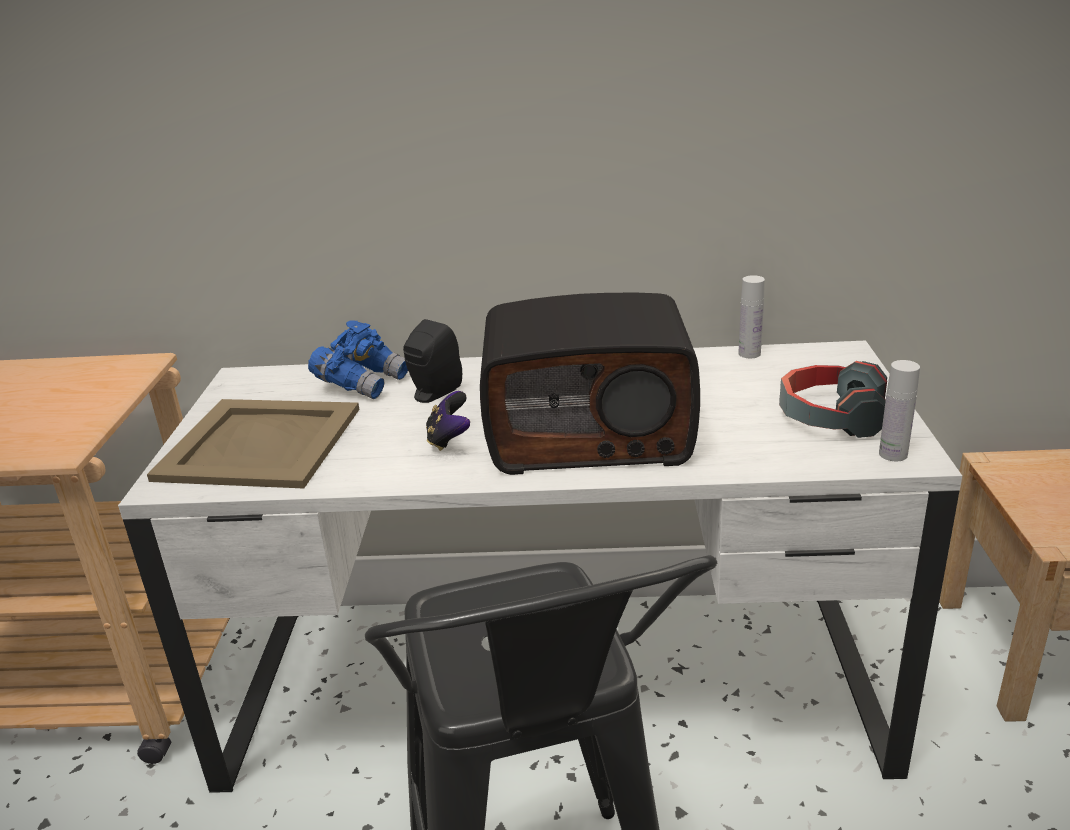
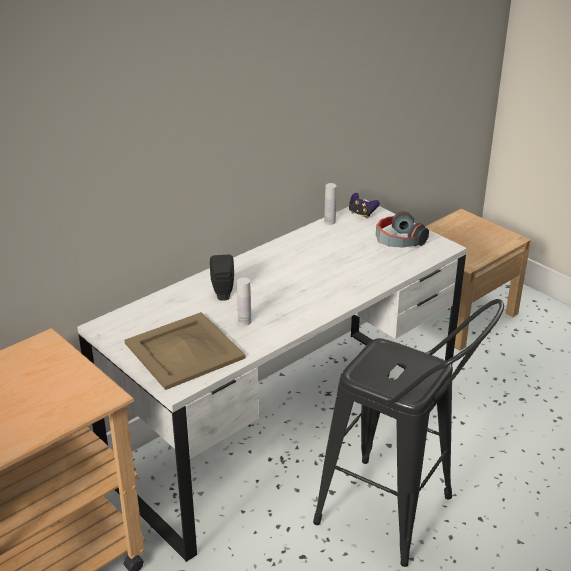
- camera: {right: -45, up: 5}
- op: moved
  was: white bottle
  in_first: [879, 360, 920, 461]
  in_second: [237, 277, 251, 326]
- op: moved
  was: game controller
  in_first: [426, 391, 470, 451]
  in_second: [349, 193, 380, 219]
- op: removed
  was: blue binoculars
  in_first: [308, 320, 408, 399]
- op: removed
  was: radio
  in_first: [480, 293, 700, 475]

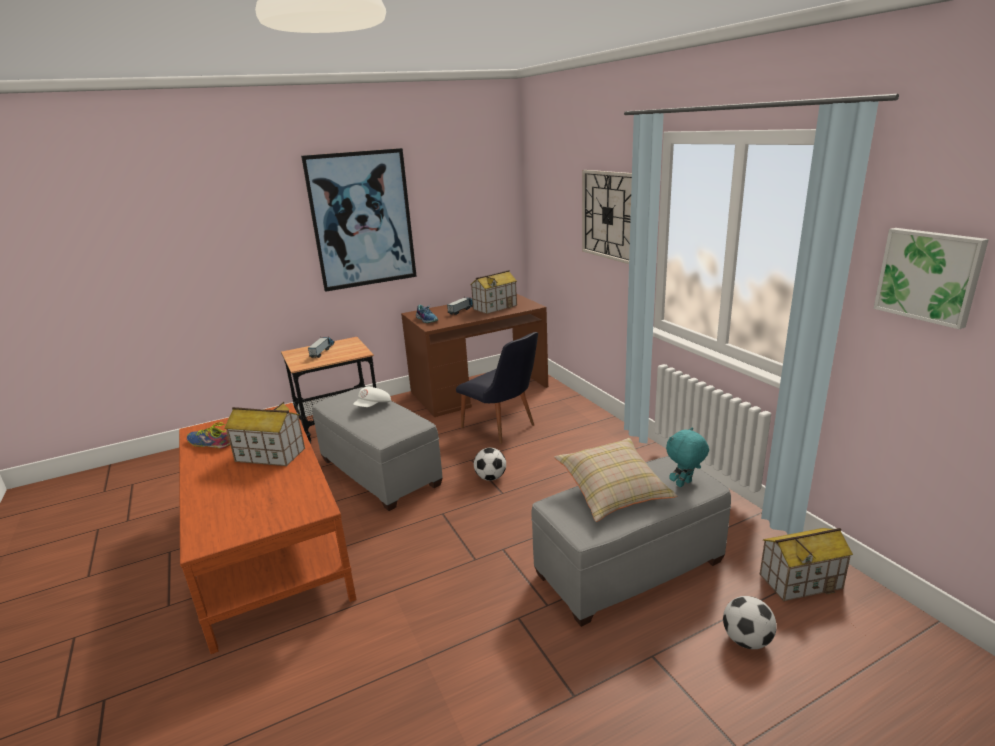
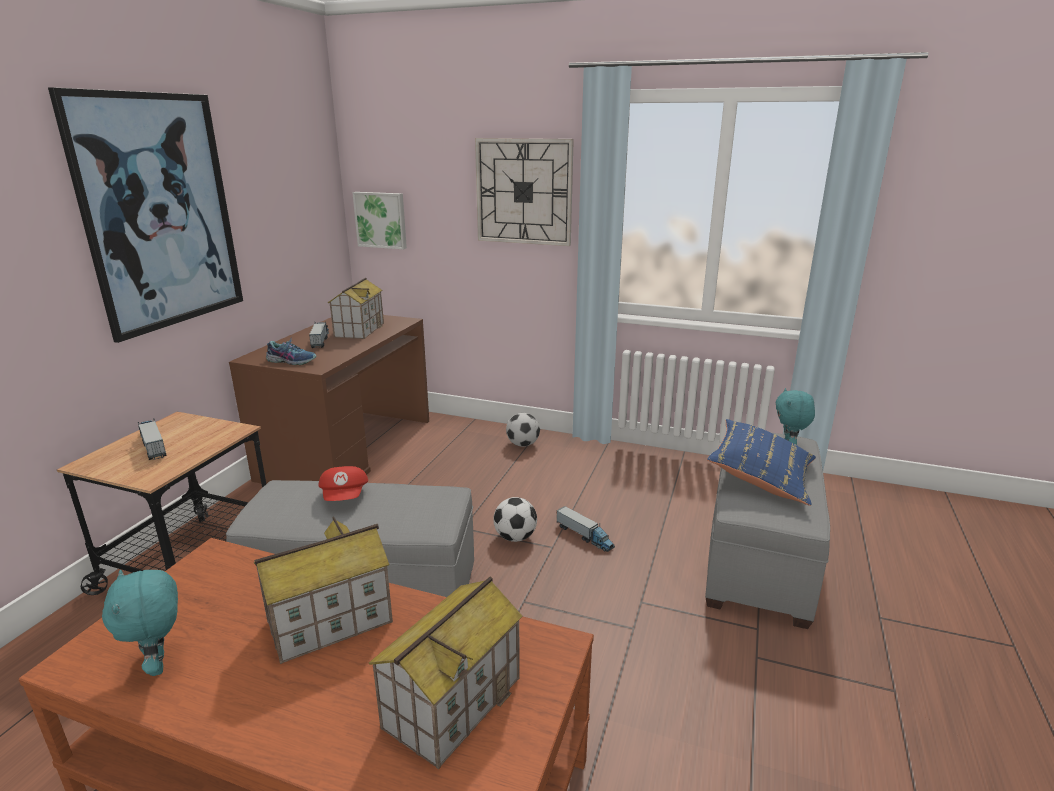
- camera: {right: -45, up: 0}
- op: replaced
  was: shoe
  now: turquoise plush toy
  in_first: [187, 422, 230, 449]
  in_second: [102, 570, 178, 676]
- op: recoloured
  was: white cap
  now: red cap
  in_first: [353, 387, 391, 407]
  in_second: [318, 466, 368, 501]
- op: moved
  was: picture
  in_first: [873, 228, 989, 329]
  in_second: [352, 192, 407, 250]
- op: moved
  was: toy house
  in_first: [760, 528, 853, 602]
  in_second: [369, 577, 522, 770]
- op: moved
  was: football
  in_first: [723, 596, 777, 649]
  in_second: [506, 413, 540, 447]
- op: added
  now: toy truck
  in_second: [557, 506, 615, 552]
- op: recoloured
  was: beige pillow
  now: blue pillow
  in_first: [554, 438, 677, 522]
  in_second: [707, 419, 816, 506]
- op: removed
  was: black chair
  in_first: [456, 332, 538, 444]

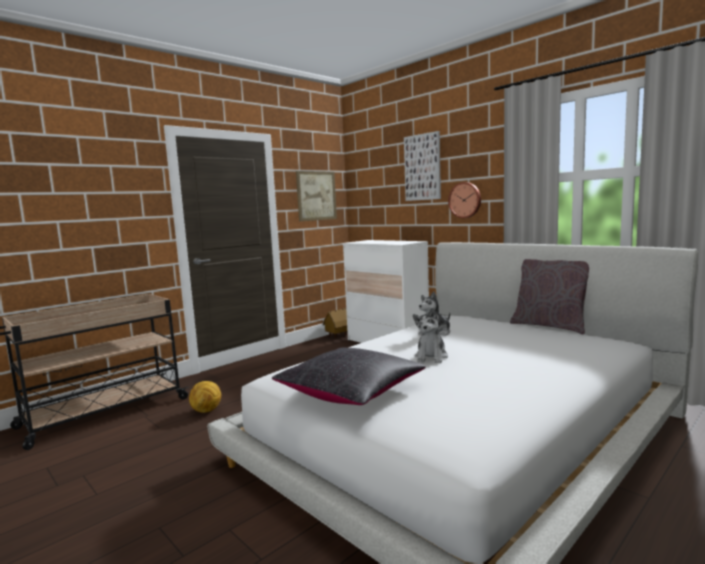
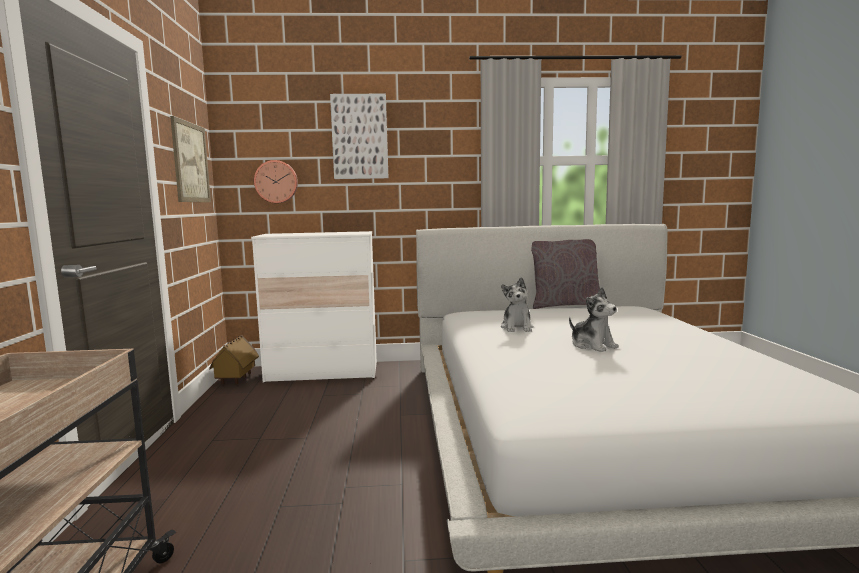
- camera: {right: -50, up: 0}
- op: moved
  was: wall clock
  in_first: [448, 182, 481, 218]
  in_second: [254, 160, 298, 203]
- op: removed
  was: football
  in_first: [189, 381, 221, 413]
- op: removed
  was: black pillow
  in_first: [272, 347, 426, 405]

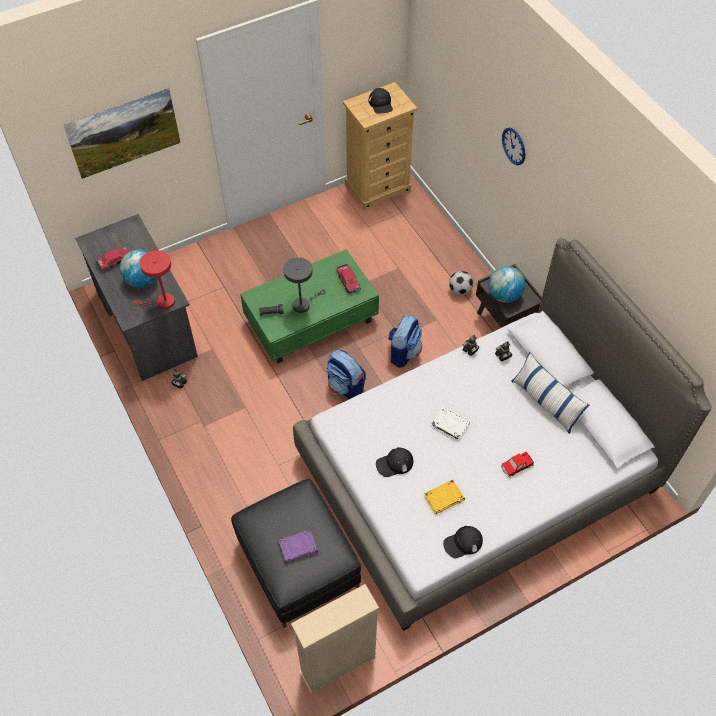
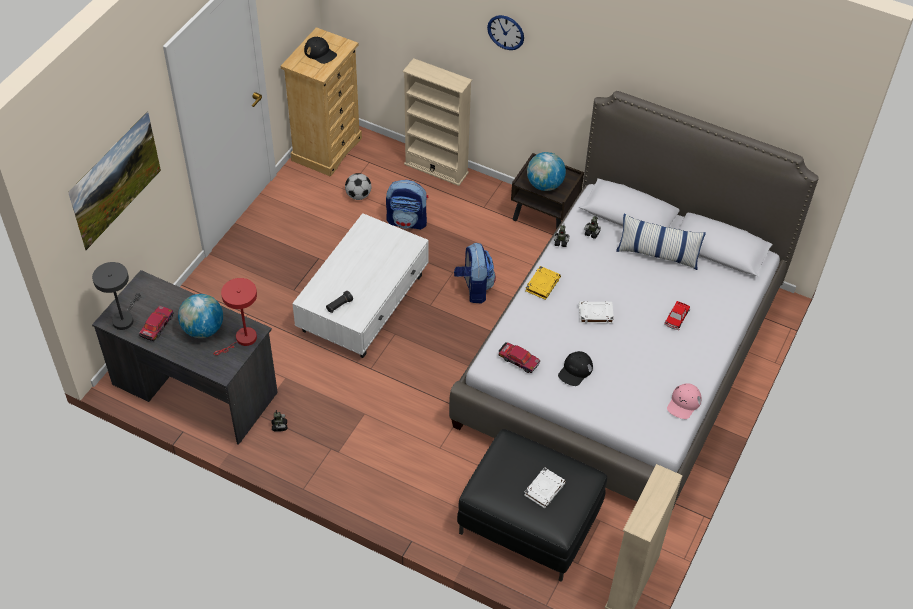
- camera: {right: -35, up: -5}
- op: moved
  was: grey table lamp
  in_first: [284, 257, 326, 313]
  in_second: [92, 262, 141, 330]
- op: recoloured
  was: green coffee table
  now: white coffee table
  in_first: [240, 249, 379, 363]
  in_second: [292, 213, 428, 358]
- op: moved
  was: football
  in_first: [449, 271, 473, 295]
  in_second: [345, 173, 371, 200]
- op: moved
  was: backpack
  in_first: [327, 350, 366, 399]
  in_second: [386, 180, 428, 230]
- op: added
  now: beige bookcase
  in_second: [403, 58, 472, 186]
- op: moved
  was: toy car
  in_first: [337, 264, 361, 293]
  in_second: [499, 342, 540, 373]
- op: recoloured
  was: purple book
  now: white book
  in_first: [279, 530, 318, 563]
  in_second: [524, 467, 566, 508]
- op: moved
  was: yellow book
  in_first: [424, 480, 465, 514]
  in_second: [525, 266, 561, 300]
- op: recoloured
  was: black cap
  now: pink cap
  in_first: [443, 526, 483, 558]
  in_second: [667, 383, 702, 419]

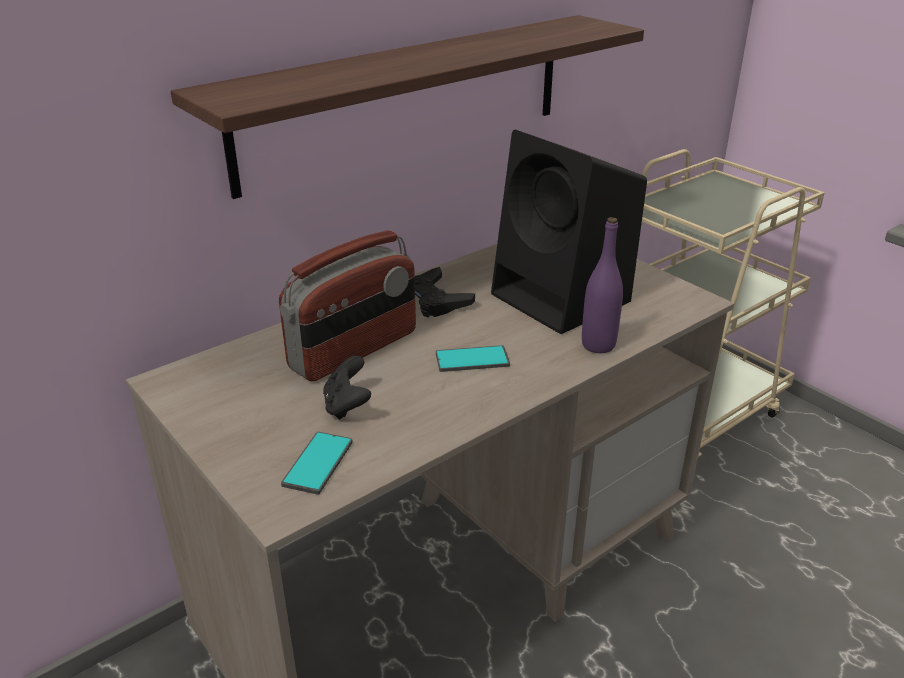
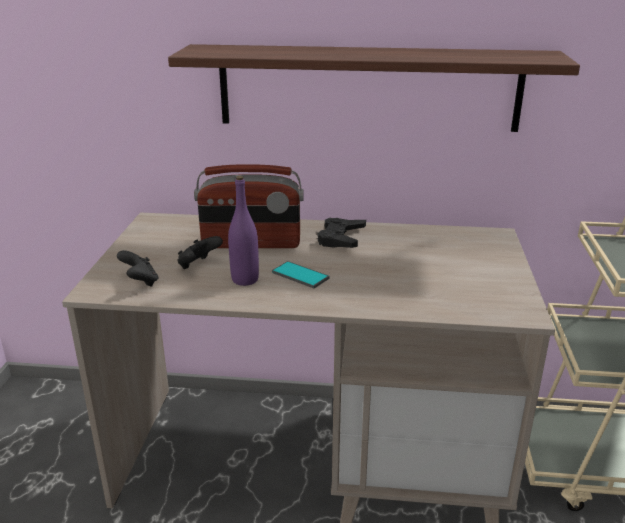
- camera: {right: 45, up: -5}
- op: replaced
  was: phone
  now: black game controller
  in_first: [281, 432, 353, 495]
  in_second: [117, 250, 158, 287]
- op: moved
  was: purple bottle
  in_first: [582, 217, 623, 353]
  in_second: [228, 176, 259, 286]
- op: removed
  was: black speaker
  in_first: [491, 130, 647, 334]

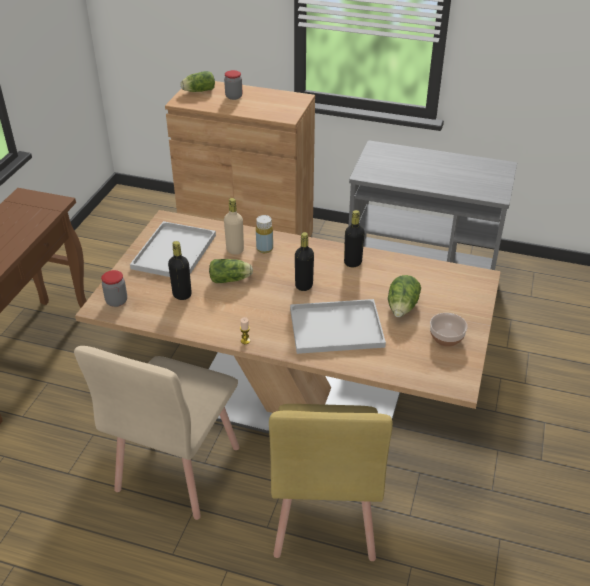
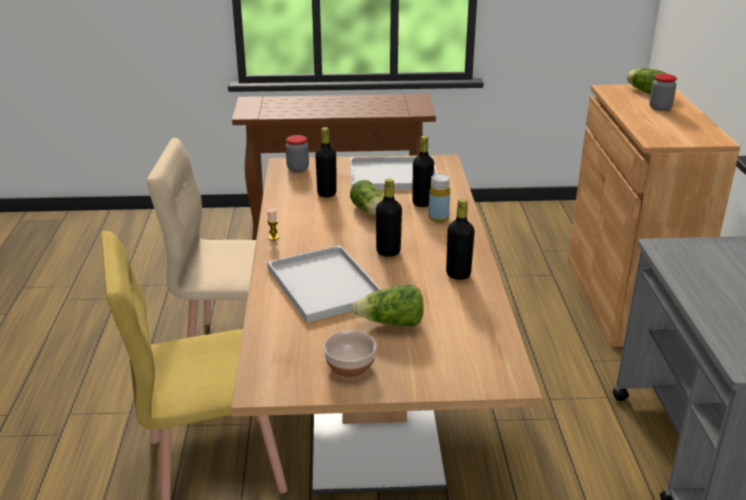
- camera: {right: 70, up: -10}
- op: recoloured
  was: beige bottle
  now: black bottle
  in_first: [224, 198, 244, 255]
  in_second: [412, 136, 434, 207]

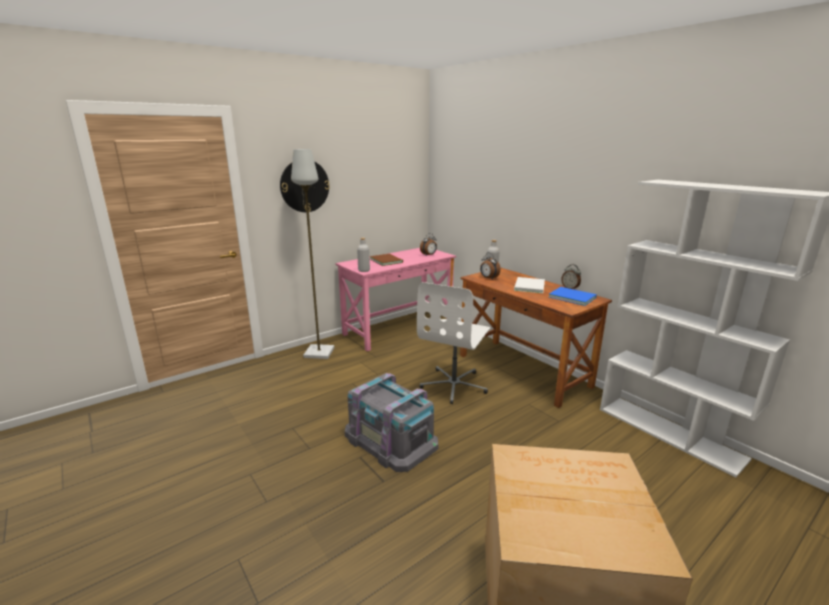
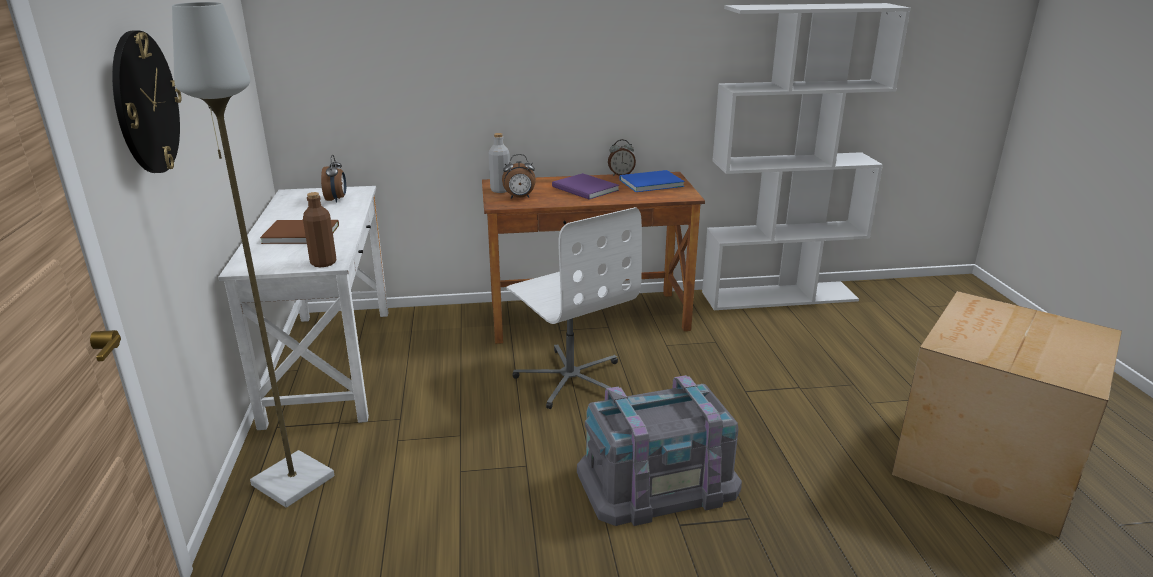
- camera: {right: -60, up: 5}
- op: recoloured
  was: pink desk
  now: white desk
  in_first: [335, 248, 456, 351]
  in_second: [218, 186, 388, 430]
- op: recoloured
  was: grey bottle
  now: brown bottle
  in_first: [357, 238, 370, 272]
  in_second: [303, 192, 336, 267]
- op: recoloured
  was: white book
  now: purple book
  in_first: [514, 277, 545, 293]
  in_second: [552, 173, 619, 199]

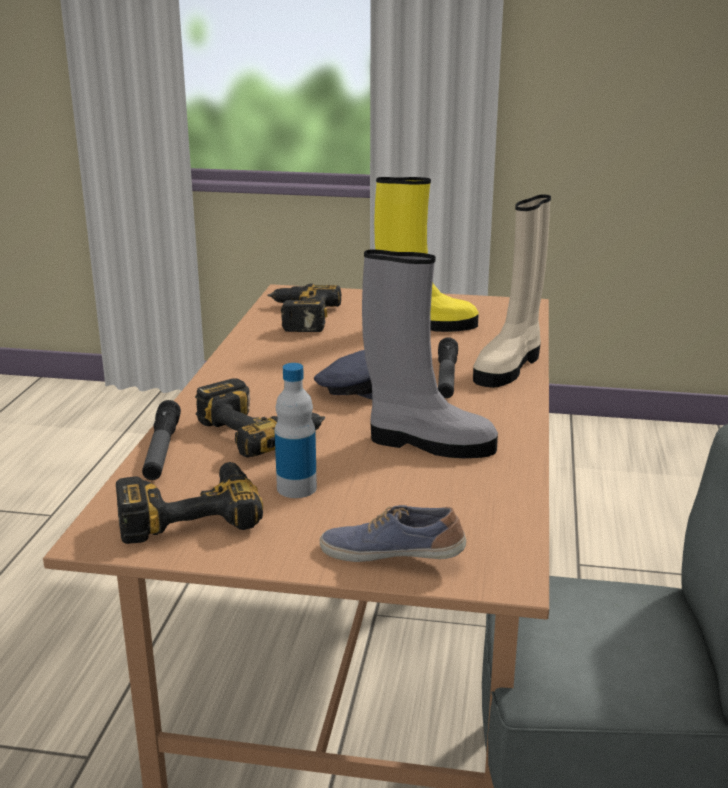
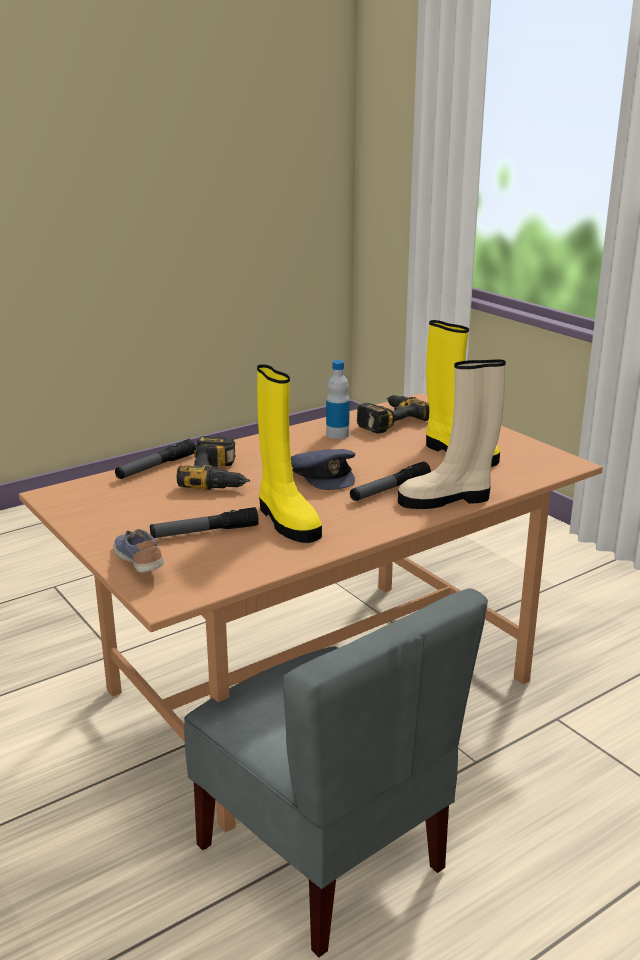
- camera: {right: 45, up: 0}
- op: added
  now: flashlight
  in_second: [150, 507, 259, 538]
- op: recoloured
  was: grey boot
  now: yellow boot
  in_first: [362, 250, 498, 458]
  in_second: [257, 364, 322, 543]
- op: moved
  was: bottle
  in_first: [275, 363, 317, 498]
  in_second: [326, 360, 350, 439]
- op: removed
  was: power drill
  in_first: [116, 462, 263, 544]

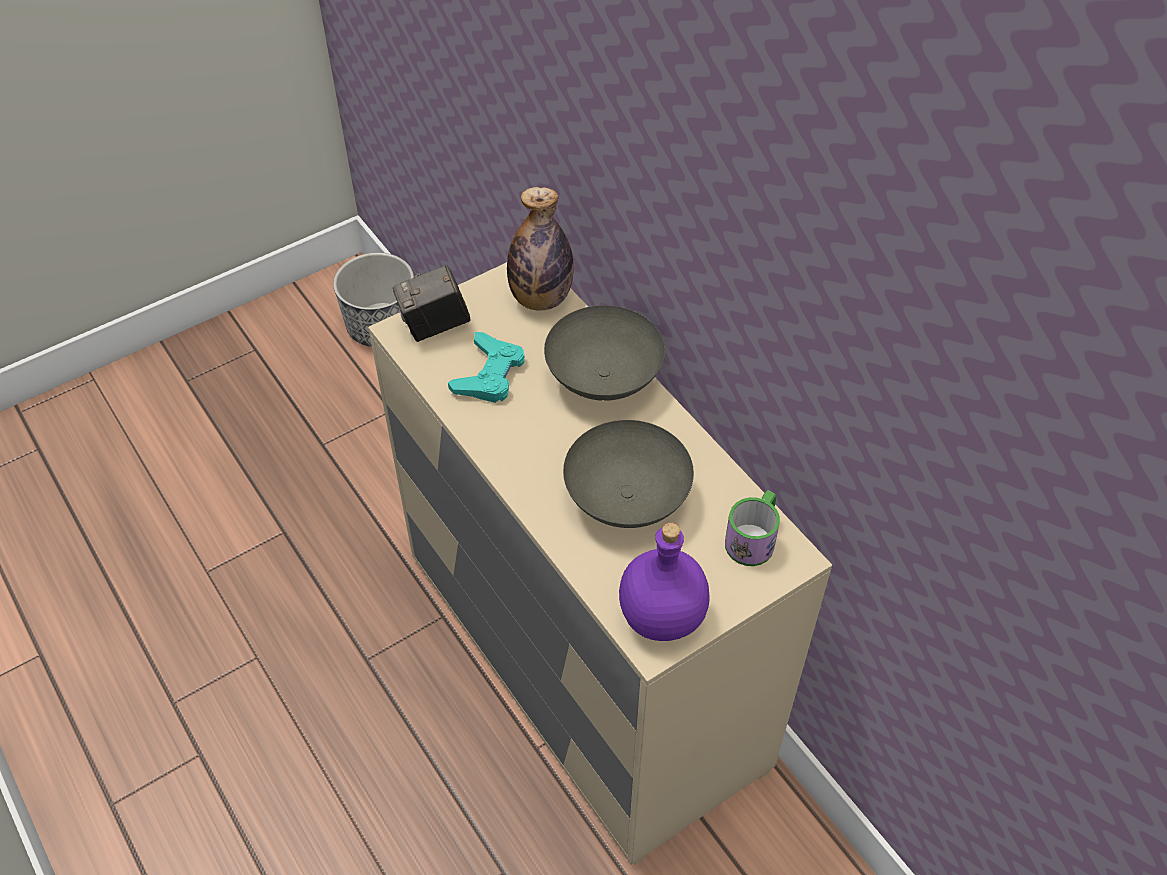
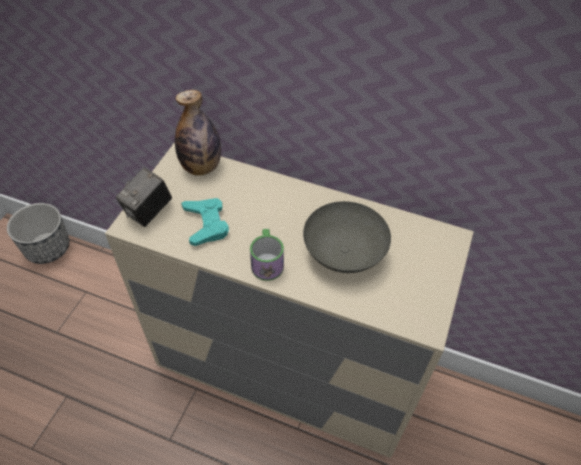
- camera: {right: -35, up: 0}
- op: moved
  was: mug
  in_first: [725, 490, 780, 566]
  in_second: [250, 229, 284, 281]
- op: removed
  was: grey bowl
  in_first: [544, 305, 665, 401]
- op: removed
  was: purple bottle
  in_first: [619, 522, 710, 641]

